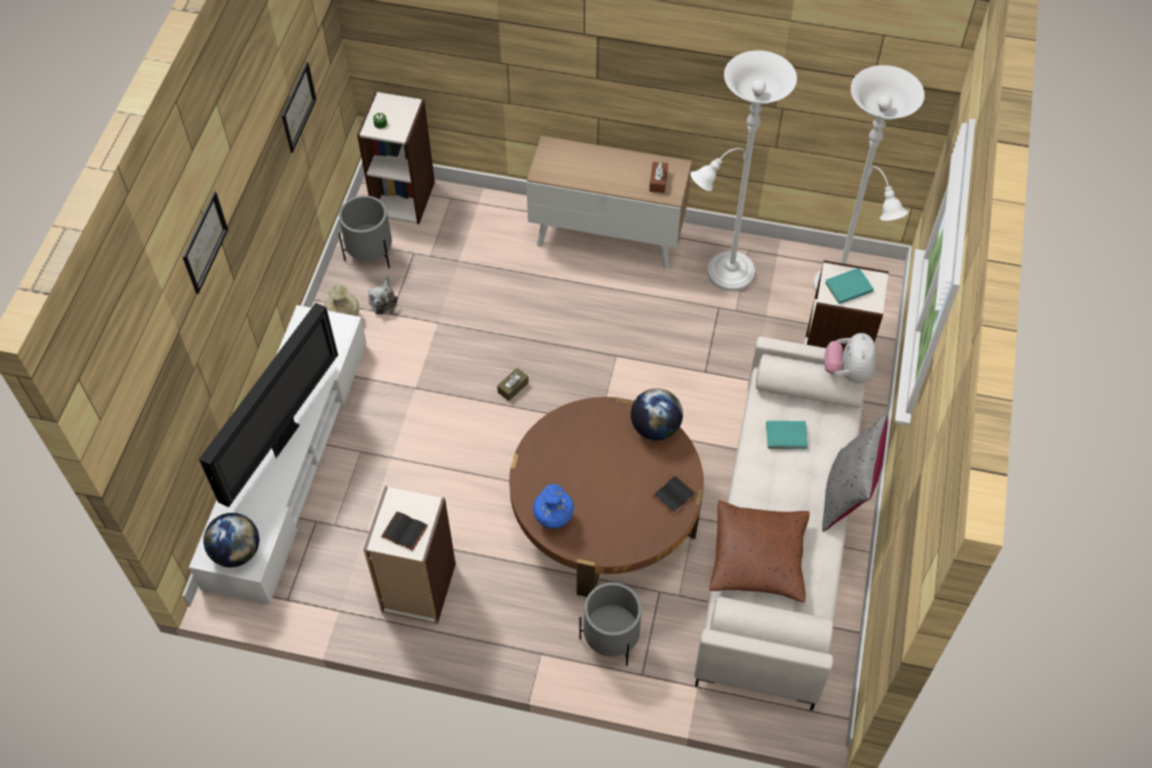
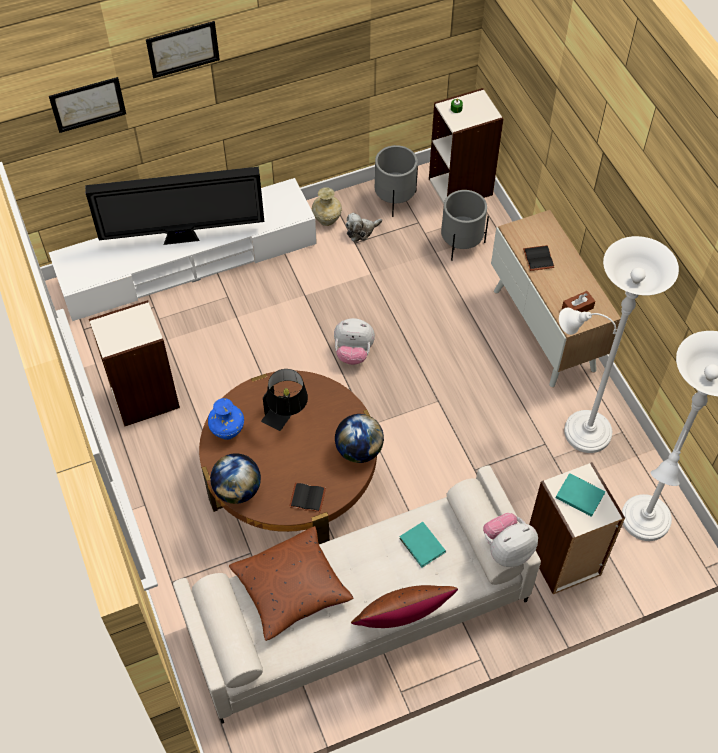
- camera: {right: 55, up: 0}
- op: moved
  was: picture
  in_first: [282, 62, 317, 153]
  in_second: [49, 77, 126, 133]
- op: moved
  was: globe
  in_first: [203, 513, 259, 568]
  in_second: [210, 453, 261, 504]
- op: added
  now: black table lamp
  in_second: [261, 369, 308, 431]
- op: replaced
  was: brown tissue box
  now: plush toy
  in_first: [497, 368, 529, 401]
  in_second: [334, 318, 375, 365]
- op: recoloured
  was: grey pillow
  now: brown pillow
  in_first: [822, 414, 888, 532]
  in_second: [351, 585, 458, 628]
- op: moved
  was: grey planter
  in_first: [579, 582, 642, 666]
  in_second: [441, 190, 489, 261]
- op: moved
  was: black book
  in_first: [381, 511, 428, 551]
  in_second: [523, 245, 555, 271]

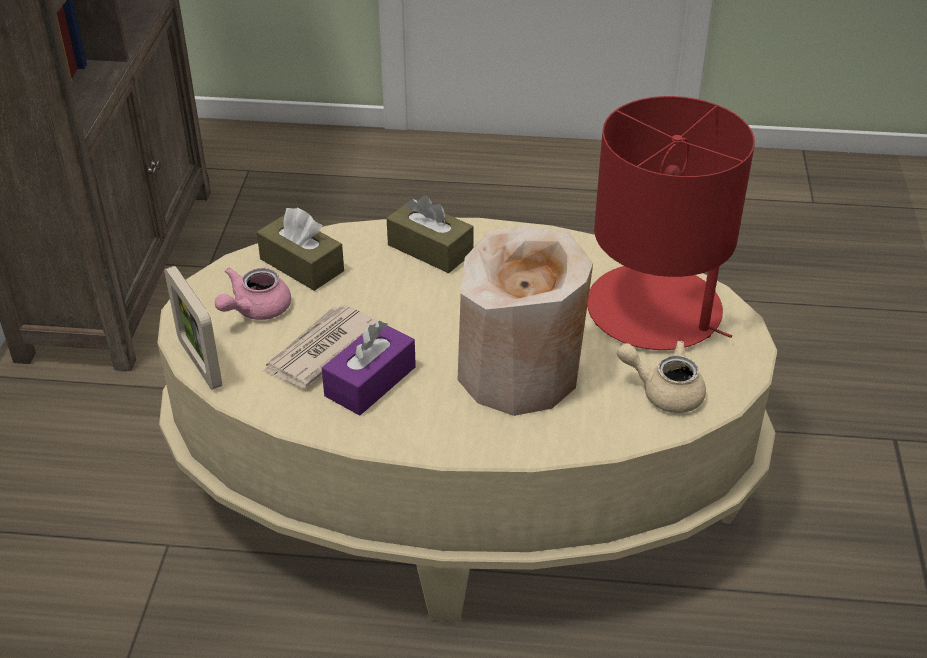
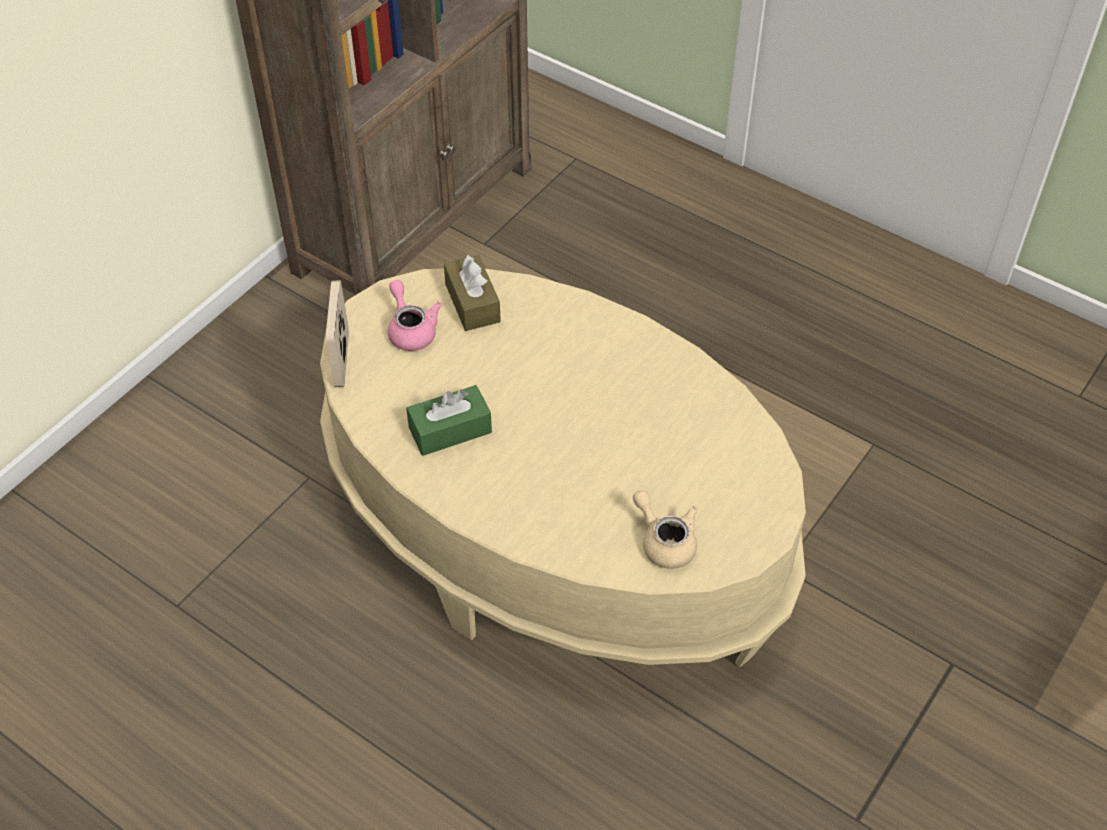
- camera: {right: 30, up: 10}
- op: turned
  was: pink teapot
  in_first: [215, 267, 291, 320]
  in_second: [388, 280, 442, 351]
  clockwise: 90
- op: recoloured
  was: purple tissue box
  now: green tissue box
  in_first: [322, 321, 416, 415]
  in_second: [406, 385, 492, 456]
- op: removed
  was: newspaper
  in_first: [262, 305, 378, 387]
- op: removed
  was: brown tissue box
  in_first: [387, 195, 474, 273]
- op: removed
  was: beige vase
  in_first: [458, 226, 593, 416]
- op: removed
  was: red table lamp
  in_first: [587, 96, 755, 350]

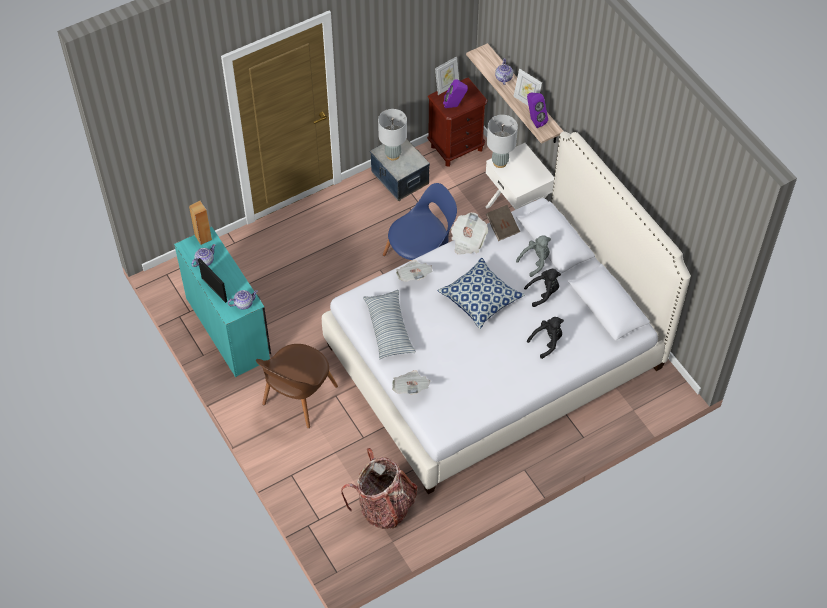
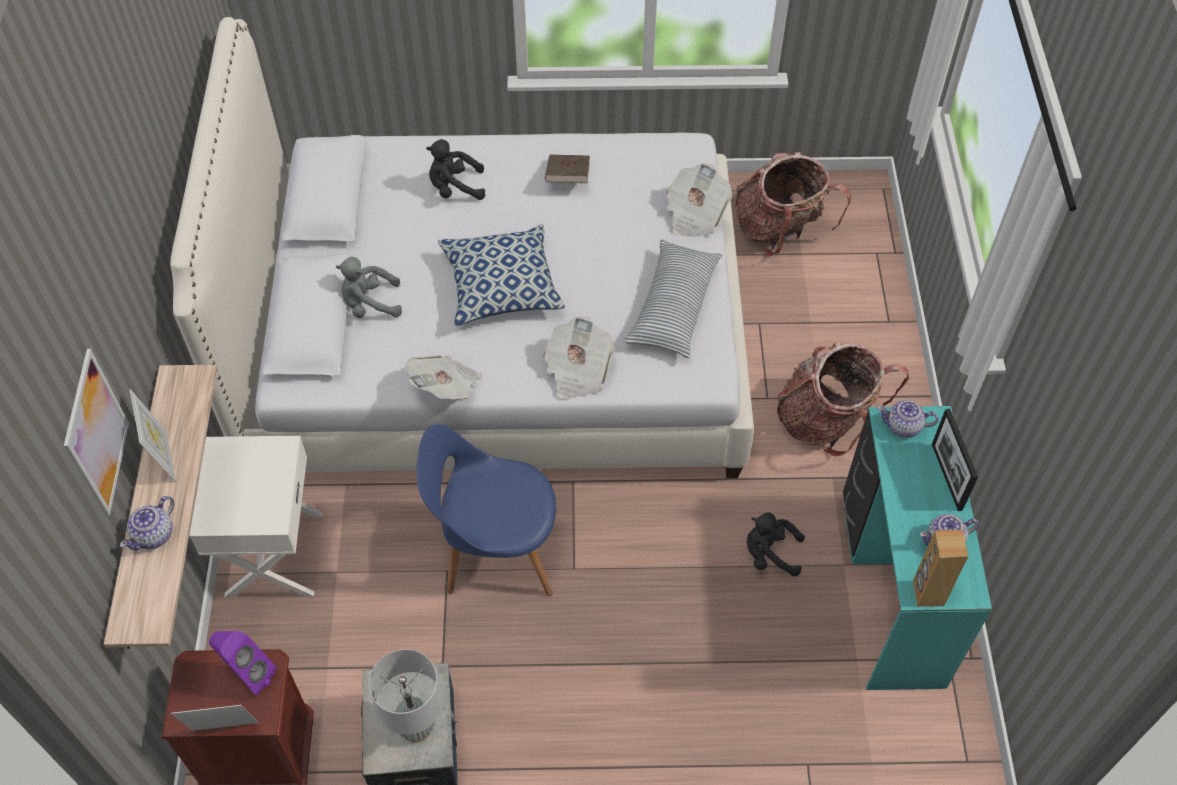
- camera: {right: -150, up: 0}
- op: added
  now: picture
  in_second: [64, 349, 129, 516]
- op: moved
  was: brown book
  in_first: [486, 205, 520, 241]
  in_second: [545, 155, 590, 183]
- op: moved
  was: black plush toy
  in_first: [524, 269, 561, 307]
  in_second: [747, 512, 805, 577]
- op: replaced
  was: brown chair
  now: backpack
  in_first: [256, 344, 338, 428]
  in_second: [777, 342, 909, 456]
- op: removed
  was: grey table lamp
  in_first: [487, 115, 518, 168]
- op: removed
  was: purple speaker
  in_first: [527, 93, 548, 128]

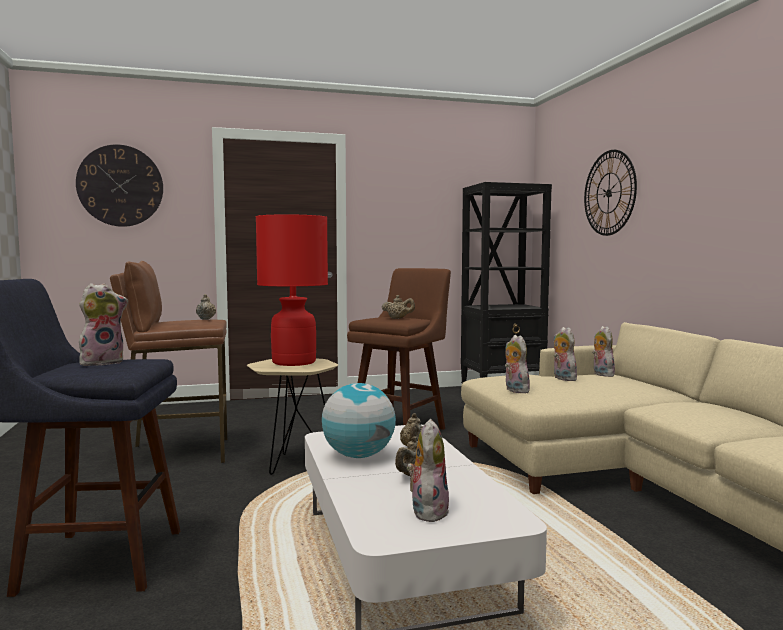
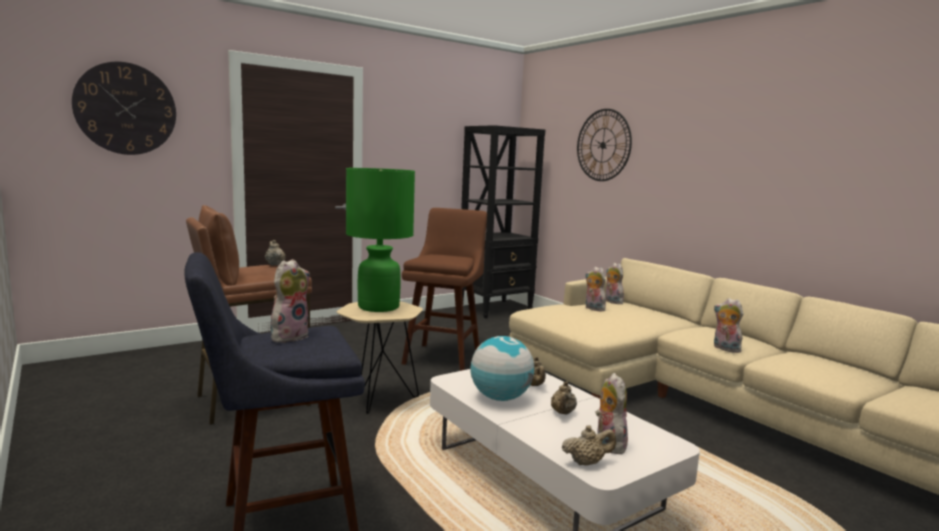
- camera: {right: -20, up: 5}
- op: recoloured
  was: red table lamp
  now: green table lamp
  in_first: [256, 214, 328, 366]
  in_second: [346, 168, 415, 312]
- op: moved
  was: beige teapot
  in_first: [382, 295, 415, 319]
  in_second: [562, 425, 616, 466]
- op: moved
  was: plush toy
  in_first: [505, 335, 532, 393]
  in_second: [714, 298, 745, 353]

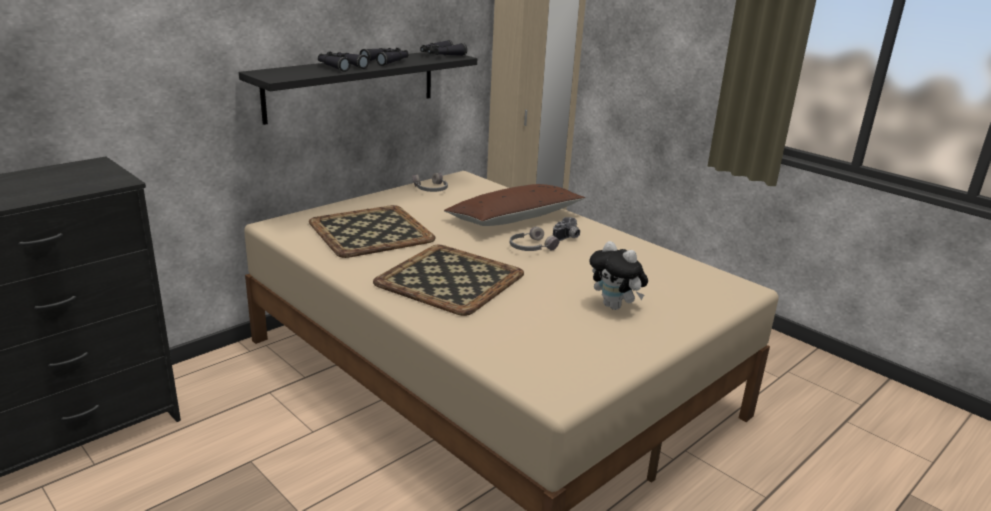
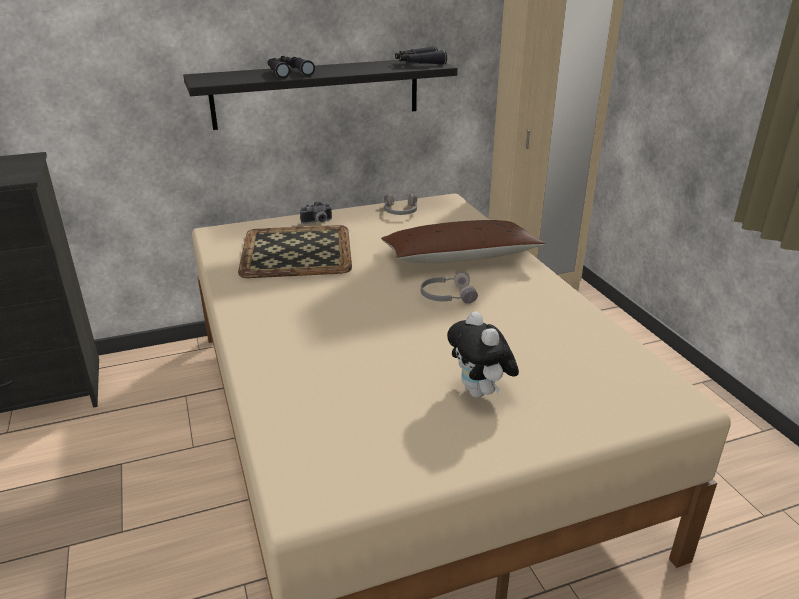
- camera: {right: 25, up: 5}
- op: moved
  was: photo camera
  in_first: [553, 217, 580, 241]
  in_second: [300, 201, 332, 224]
- op: removed
  was: black binoculars
  in_first: [359, 48, 408, 66]
- op: removed
  was: tray
  in_first: [373, 245, 524, 316]

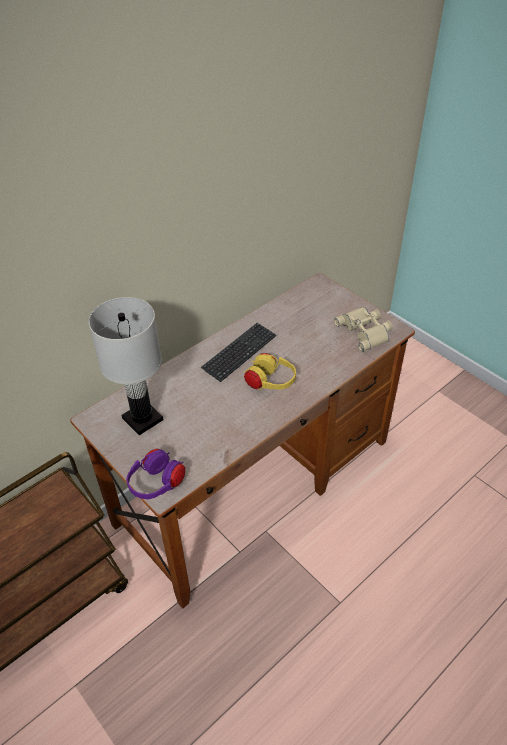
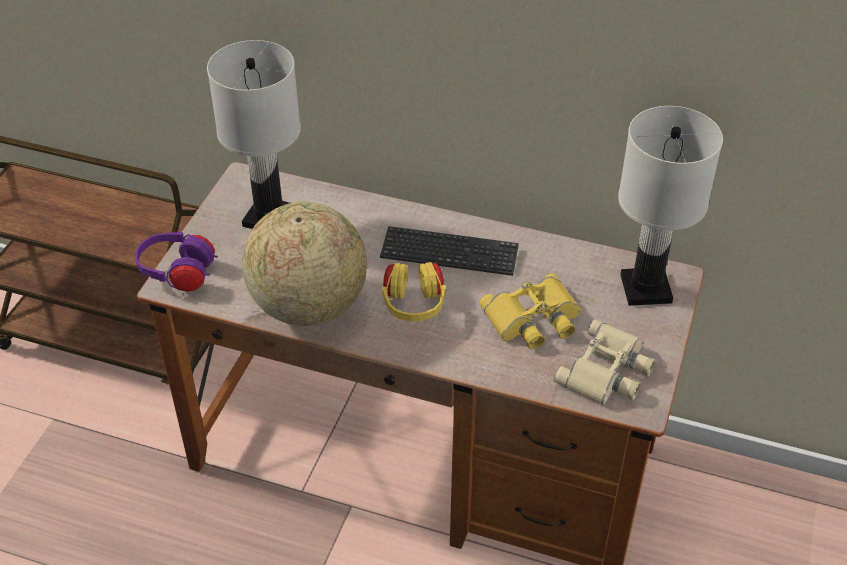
- camera: {right: 60, up: 0}
- op: added
  now: globe
  in_second: [242, 201, 367, 326]
- op: added
  now: yellow binoculars
  in_second: [479, 273, 581, 349]
- op: added
  now: white table lamp
  in_second: [618, 106, 723, 306]

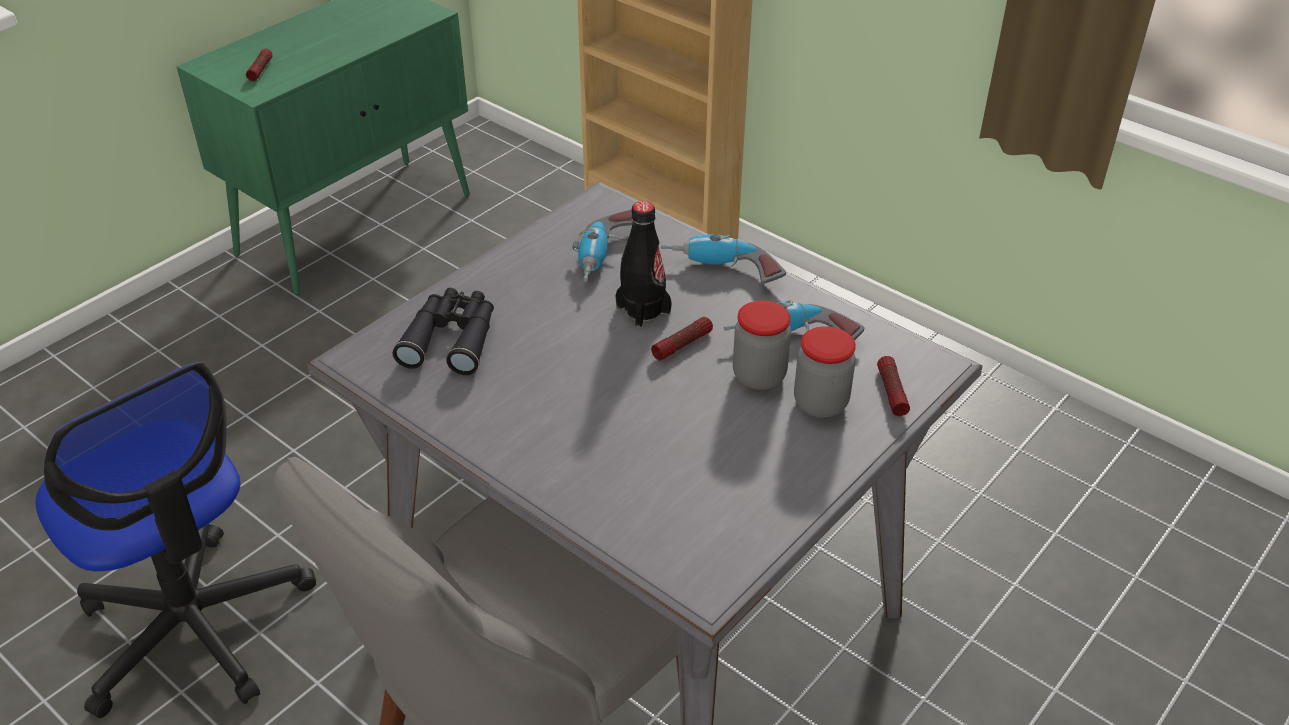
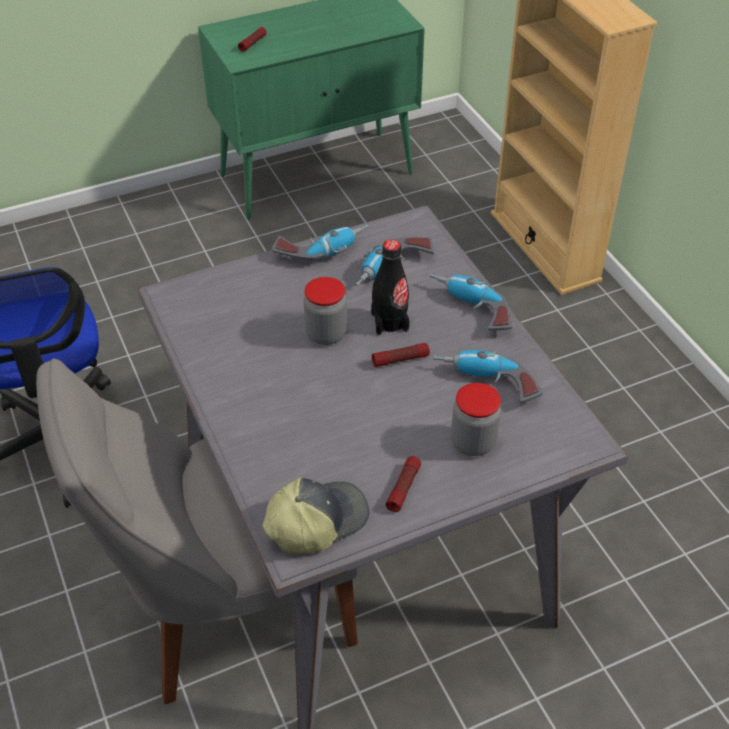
- camera: {right: 25, up: 5}
- op: added
  now: cap
  in_second: [263, 478, 369, 554]
- op: added
  now: power drill
  in_second: [272, 225, 369, 259]
- op: moved
  was: jar
  in_first: [733, 300, 791, 390]
  in_second: [304, 277, 347, 345]
- op: moved
  was: flashlight
  in_first: [877, 356, 910, 416]
  in_second: [386, 456, 421, 512]
- op: removed
  was: black binoculars
  in_first: [393, 288, 494, 375]

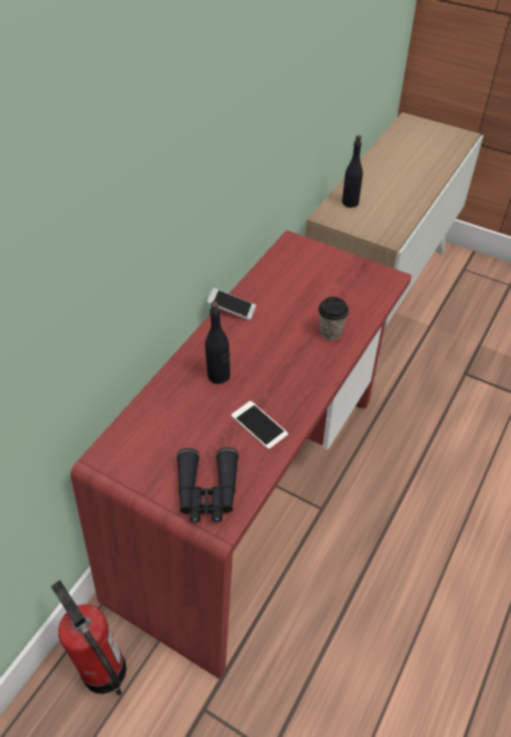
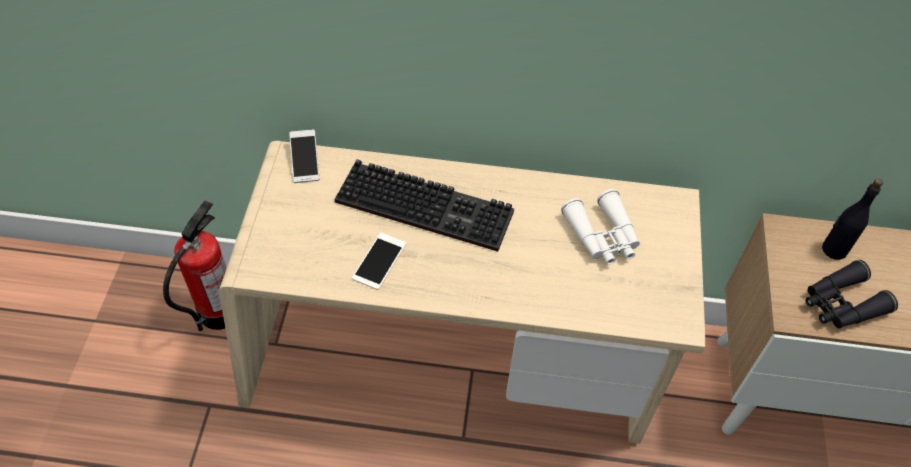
- camera: {right: 65, up: 5}
- op: recoloured
  was: red desk
  now: beige desk
  in_first: [71, 230, 412, 679]
  in_second: [219, 141, 706, 444]
- op: moved
  was: phone
  in_first: [206, 288, 256, 321]
  in_second: [289, 129, 319, 183]
- op: replaced
  was: black bottle
  now: keyboard
  in_first: [205, 301, 230, 384]
  in_second: [335, 159, 514, 252]
- op: added
  now: white binoculars
  in_second: [561, 189, 640, 265]
- op: moved
  was: black binoculars
  in_first: [177, 447, 239, 523]
  in_second: [806, 260, 898, 328]
- op: removed
  was: cup
  in_first: [318, 297, 349, 340]

